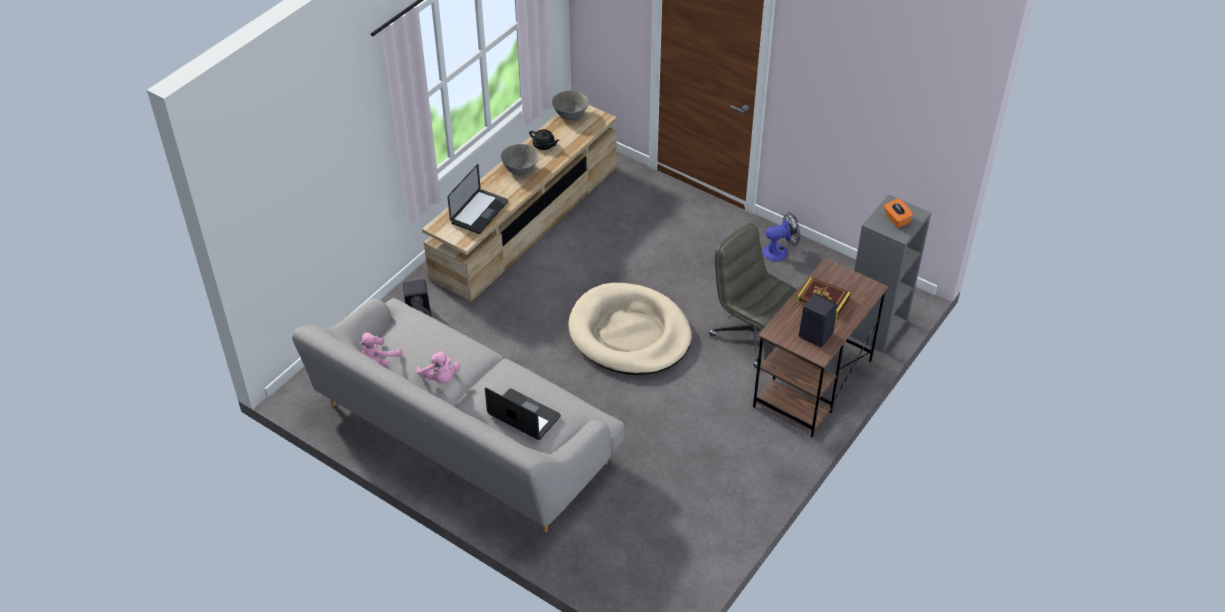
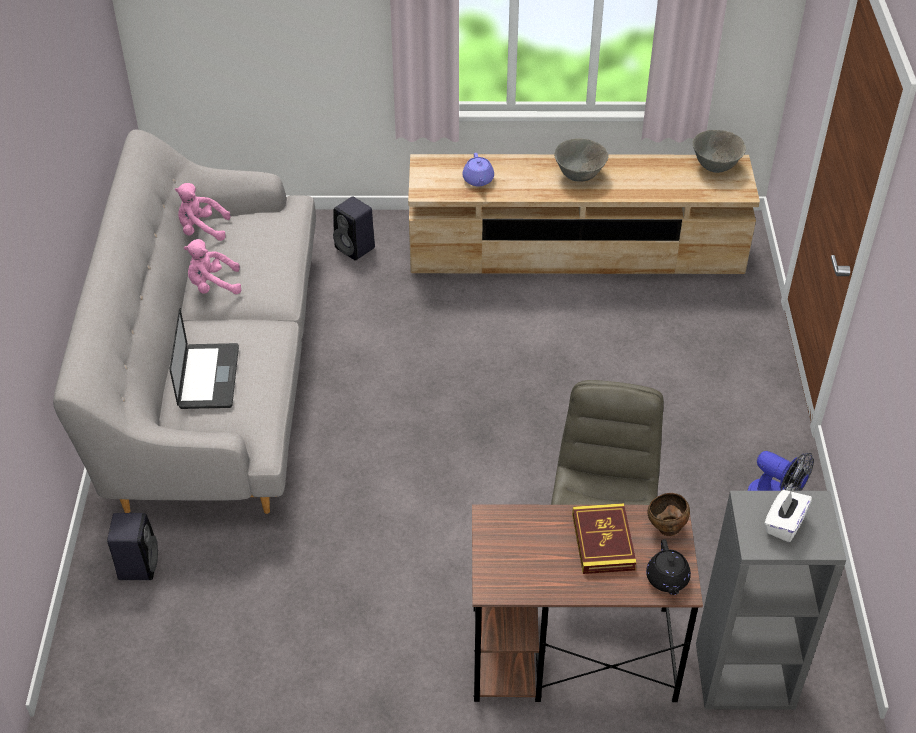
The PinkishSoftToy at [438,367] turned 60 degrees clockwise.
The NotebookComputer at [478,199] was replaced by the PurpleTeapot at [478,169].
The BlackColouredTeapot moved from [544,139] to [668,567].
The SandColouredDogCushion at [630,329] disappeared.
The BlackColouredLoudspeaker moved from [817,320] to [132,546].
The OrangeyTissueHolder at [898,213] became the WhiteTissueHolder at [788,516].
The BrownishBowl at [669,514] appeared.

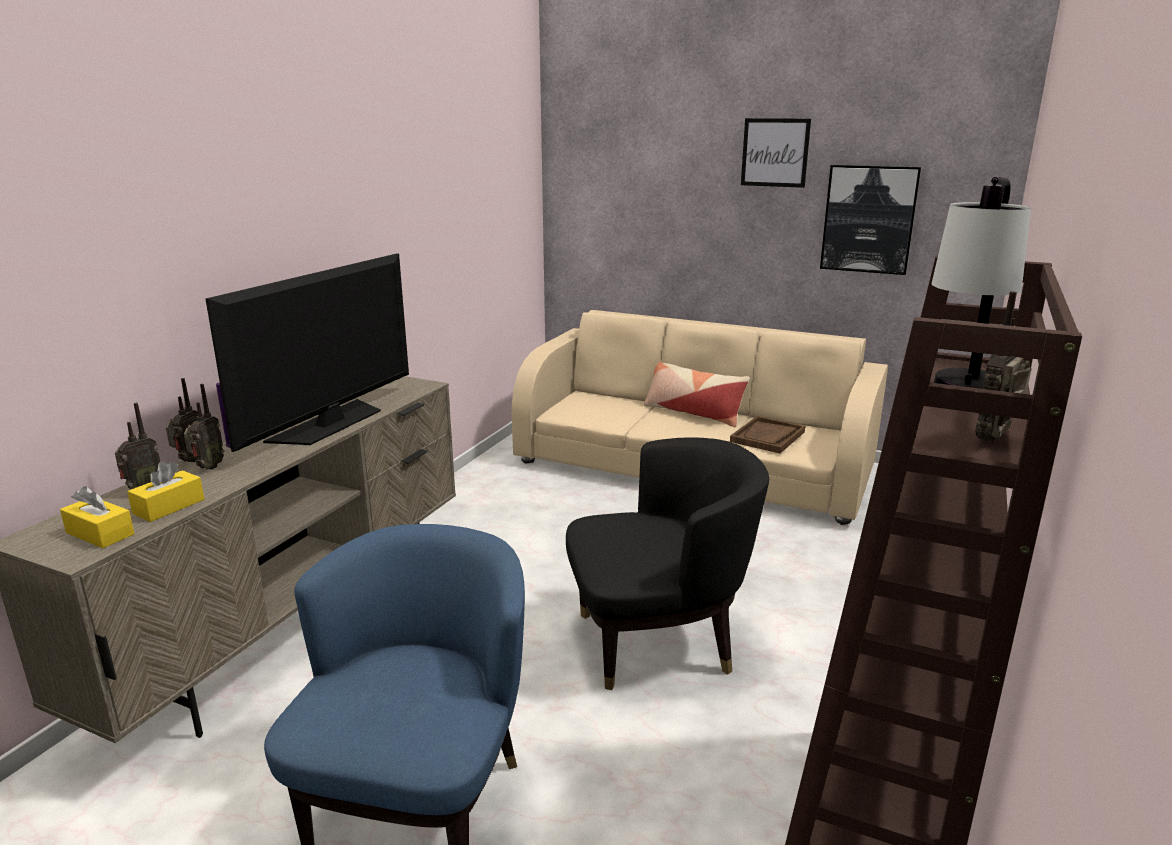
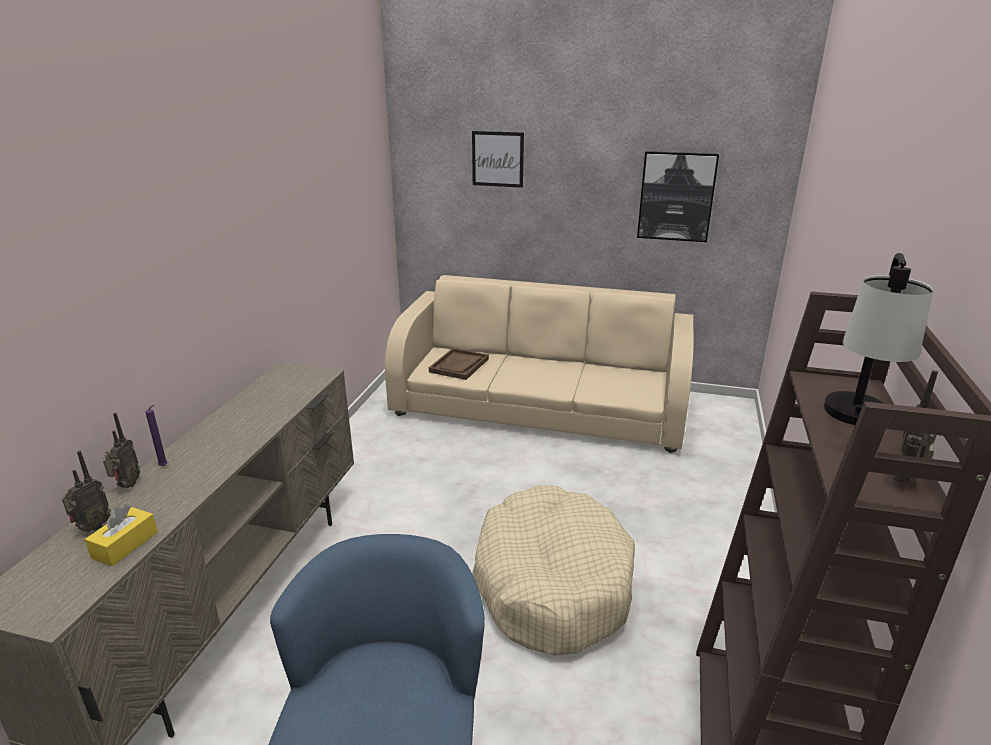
The YellowTissueHolder at [97,517] disappeared.
The RadioReceiver at [204,426] disappeared.
The TvSet at [307,352] disappeared.
The BlackColouredLoungeChair at [667,563] was replaced by the SandColouredDogCushion at [554,570].
The Cushion at [697,394] disappeared.
The BrownishCarryingTray moved from [767,435] to [459,364].
The Picture moved from [776,153] to [498,159].

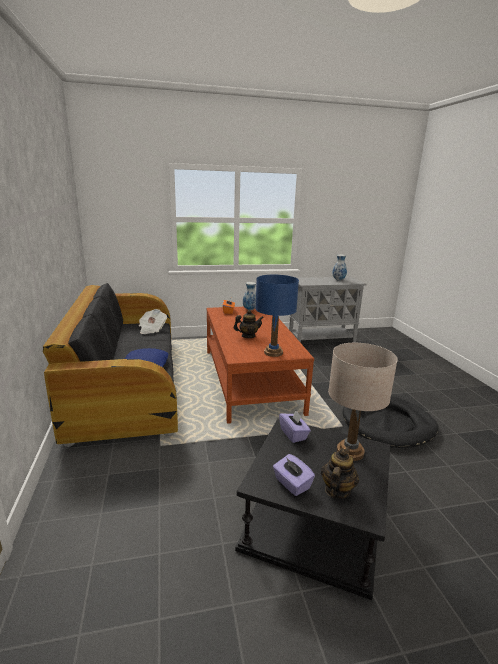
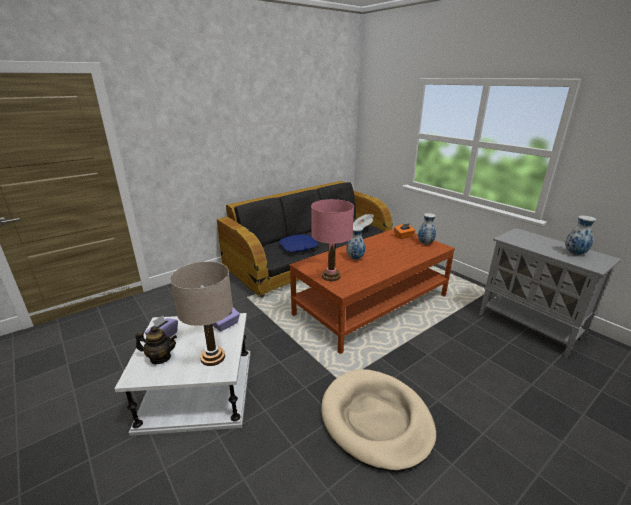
The Teapot at [249,324] was replaced by the Vase at [355,243].
The BlackColouredAccentTable at [312,509] became the WhiteAccentTable at [182,374].
The BluishTabletopLamp at [277,316] became the PinkishTabletopLamp at [332,240].
The BlackColouredDogCushion at [391,422] became the SandColouredDogCushion at [378,420].

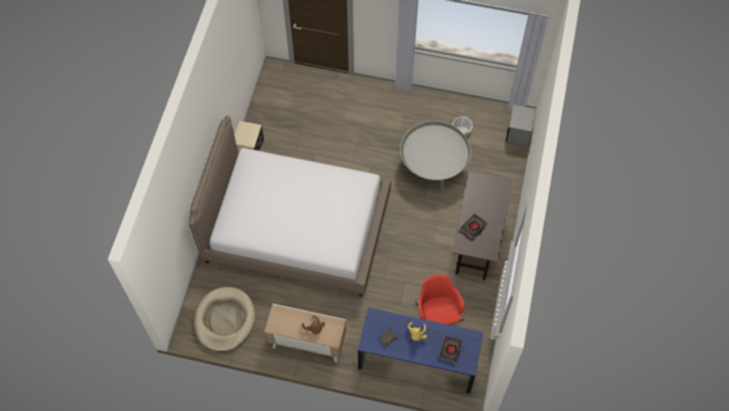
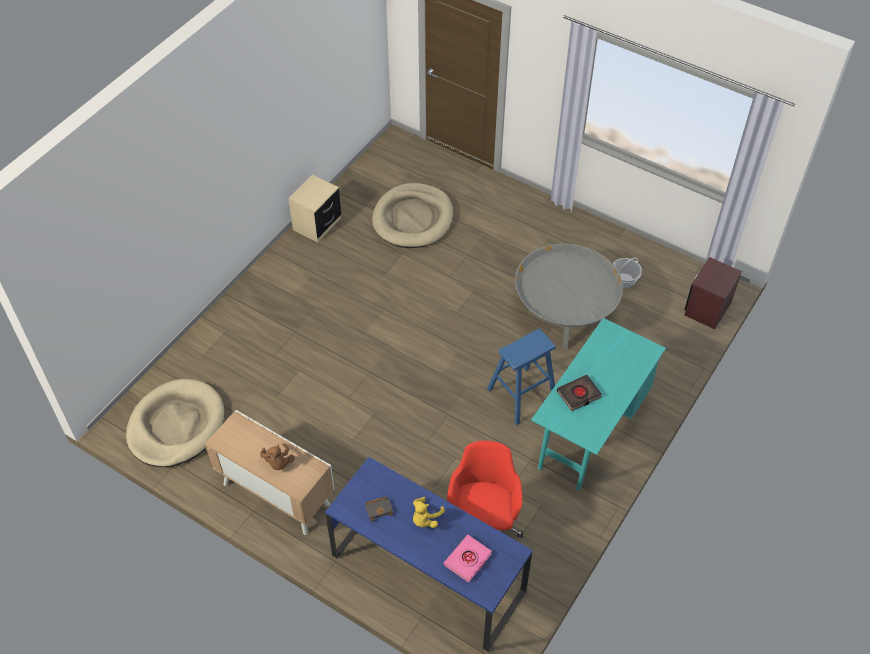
The SleepingBed at [289,206] disappeared.
The BlackColouredBook at [450,349] became the PinkishBook at [468,559].
The BrownishDeskTable at [482,226] became the TurquoiseDeskTable at [598,404].
The GrayNightstand at [521,126] became the BrownishNightstand at [713,293].
The SandColouredDogCushion at [412,215] appeared.
The BluishStool at [521,377] appeared.

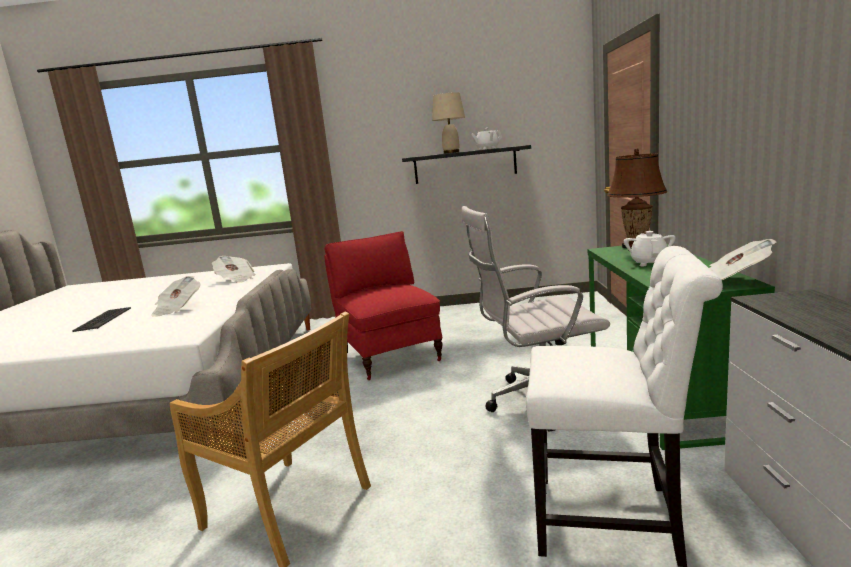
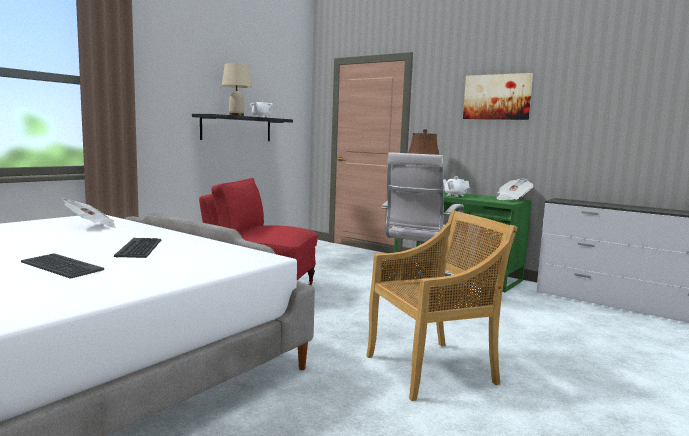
The Newspaper at [175,296] was replaced by the Keyboard at [137,248].
The WhitePlainChair at [624,406] disappeared.
The Picture at [498,96] appeared.

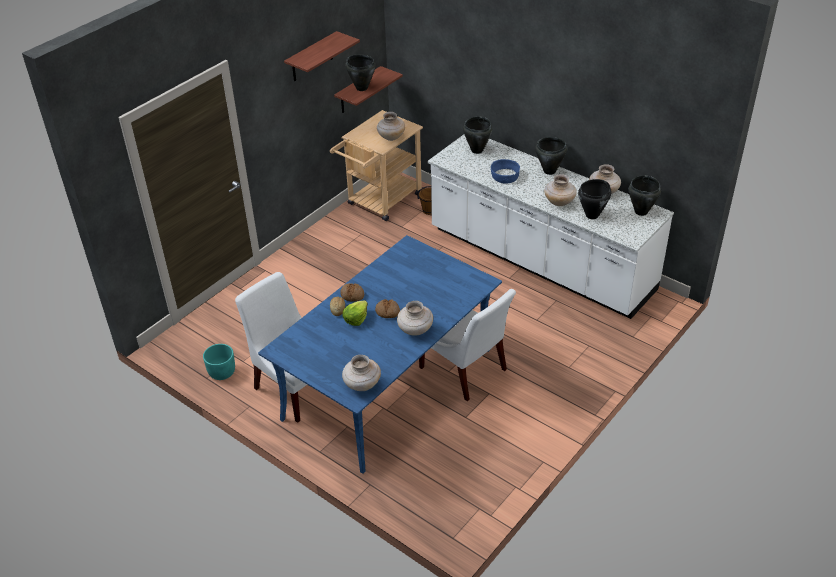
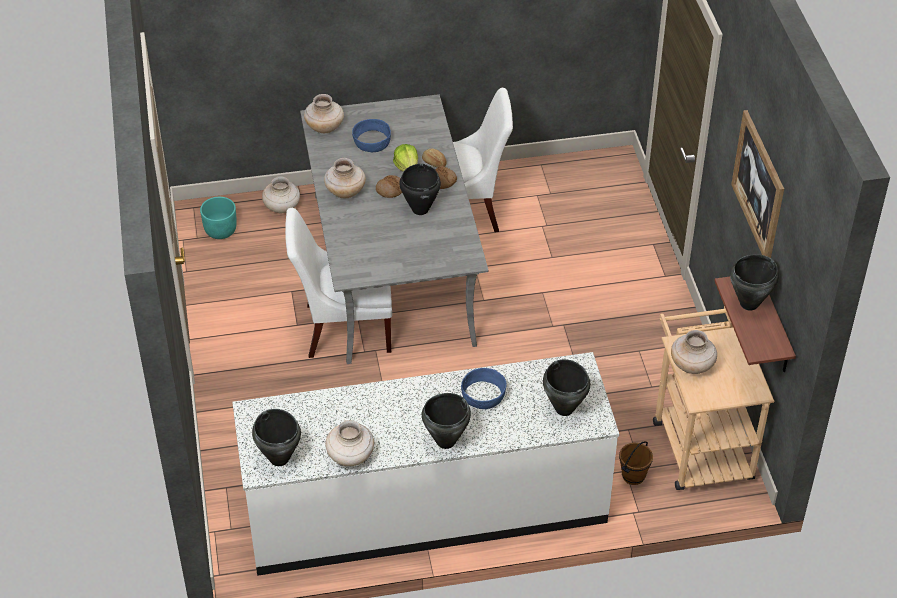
The TurquoisePlantPot moved from [219,362] to [218,218].
The BluishKitchenTable at [380,354] became the GrayKitchenTable at [394,229].
The BracketShelf at [322,56] was replaced by the Picture at [757,184].
The SandColouredVase moved from [560,190] to [281,195].
The BlackColouredCookingPot moved from [594,199] to [420,189].
The BluishBowl at [371,135] appeared.

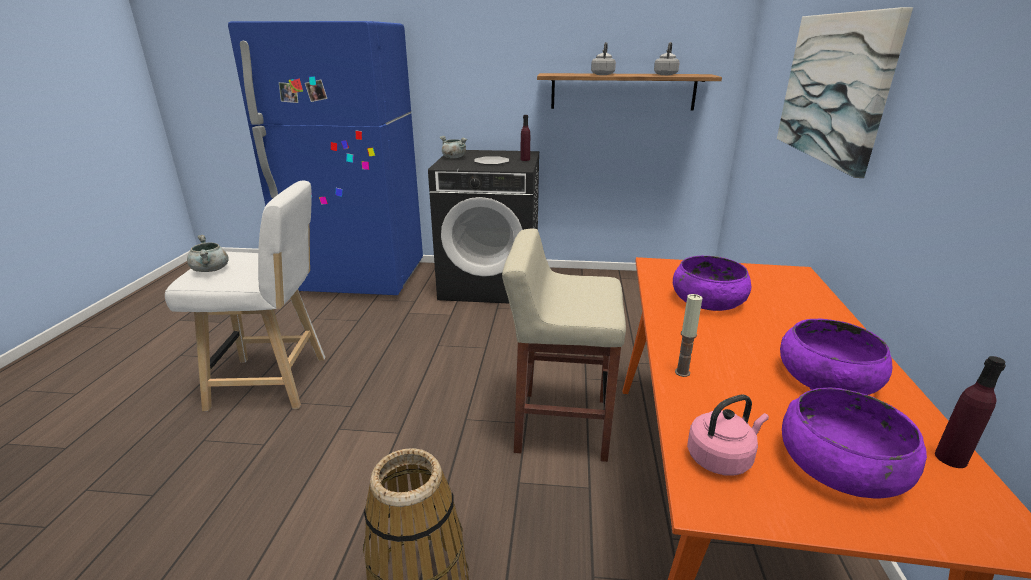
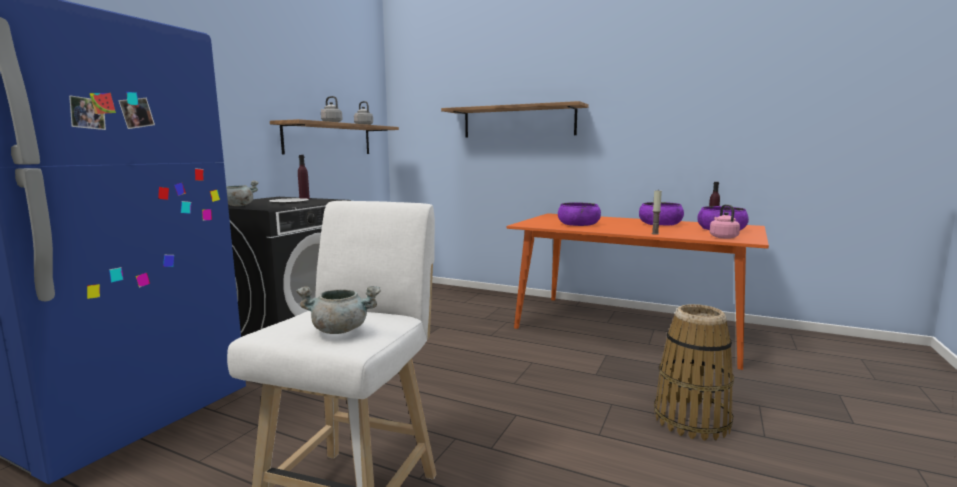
The SandColouredStool at [564,345] disappeared.
The Picture at [845,92] was replaced by the BracketShelf at [515,119].

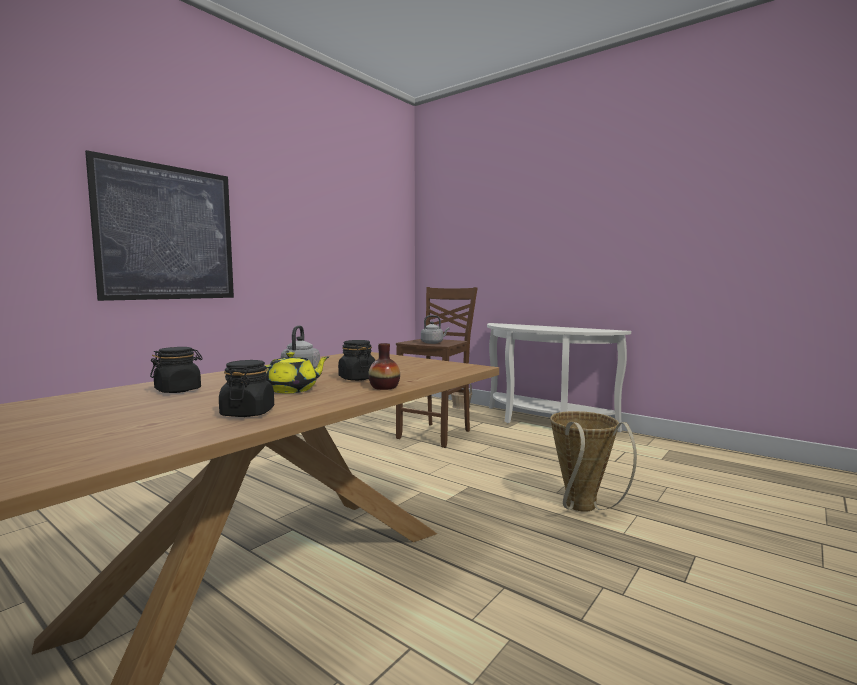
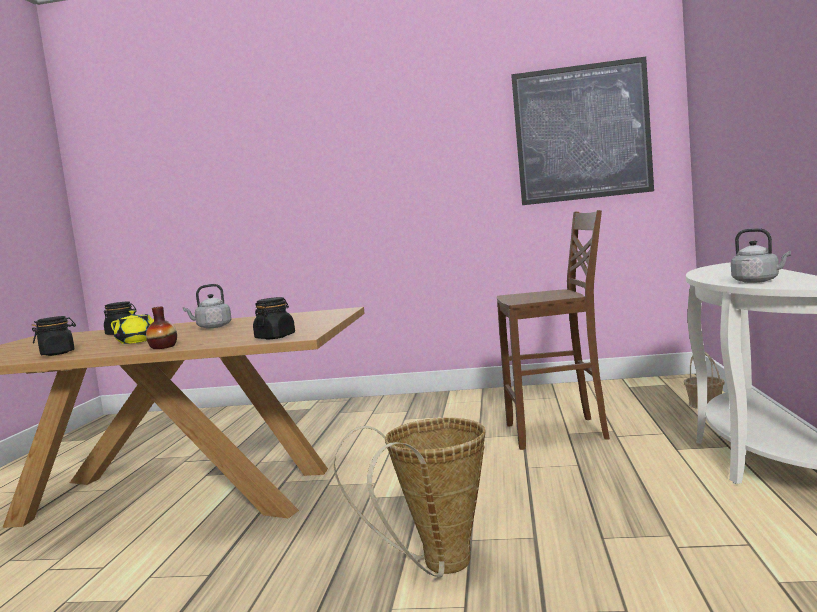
The Picture moved from [159,225] to [582,130].
The BlackColouredJar moved from [356,360] to [274,318].
The GrayKettle moved from [435,329] to [761,255].

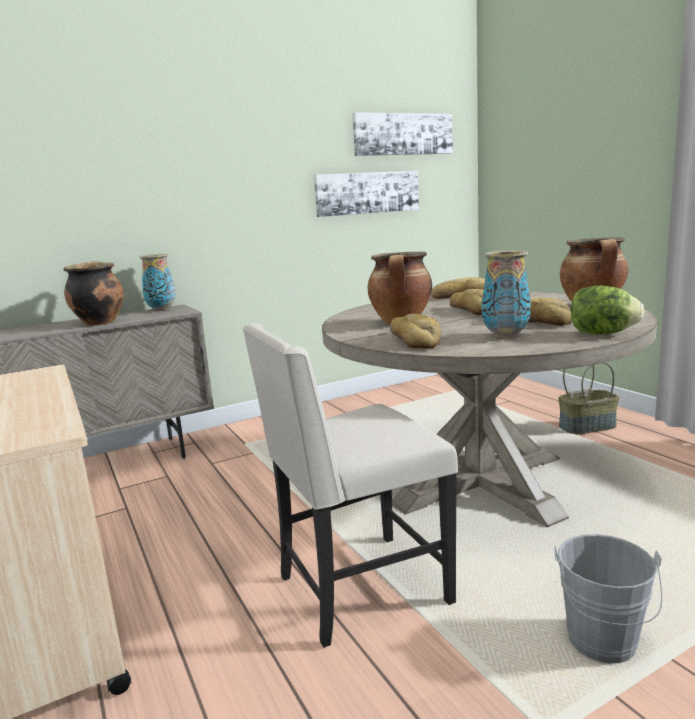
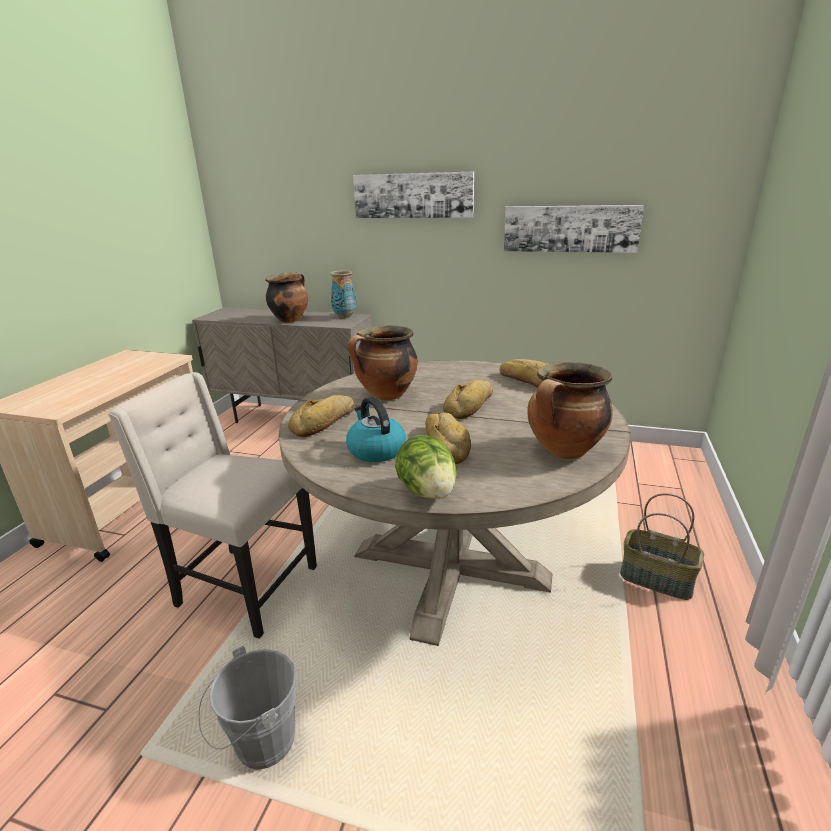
The Picture moved from [402,134] to [413,195].
The Vase at [506,294] was replaced by the Kettle at [376,429].

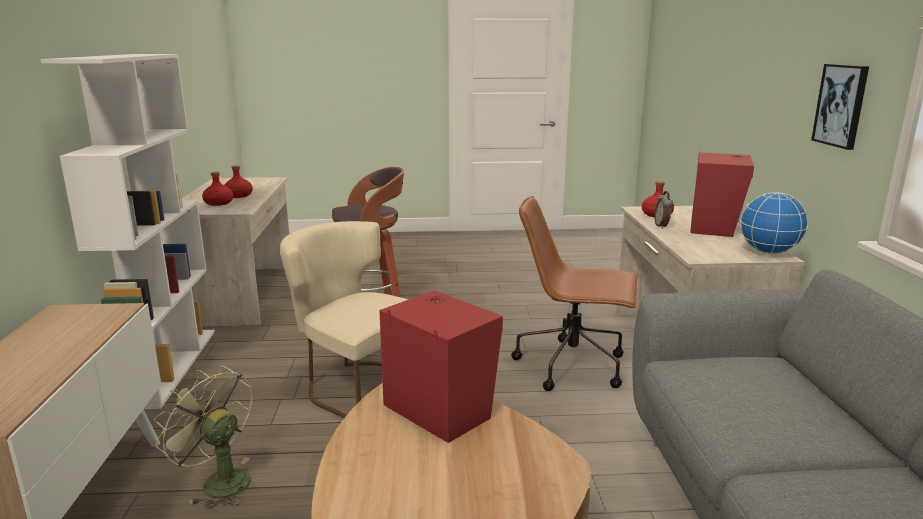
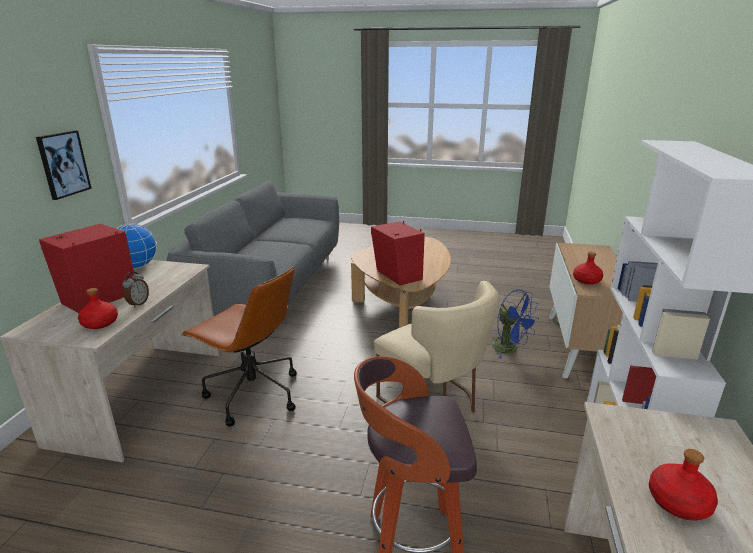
The GreenCoolingFan at [203,437] became the BluishCoolingFan at [515,324].
The RedColouredBottle moved from [217,189] to [588,268].

